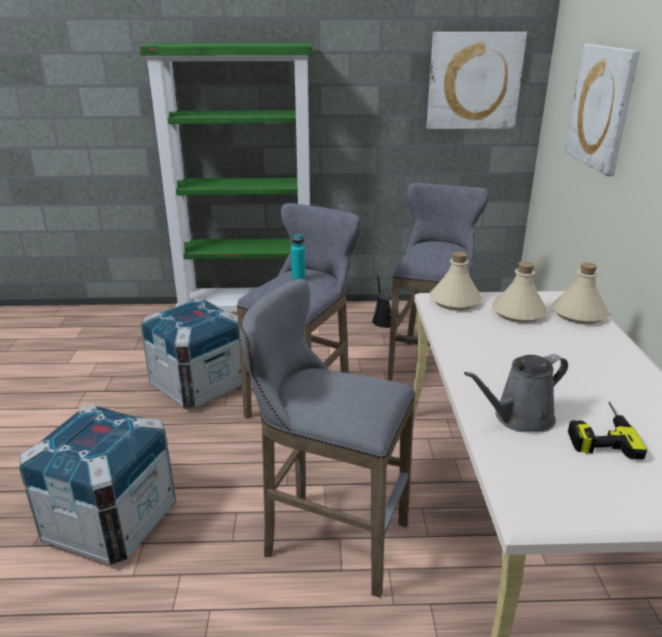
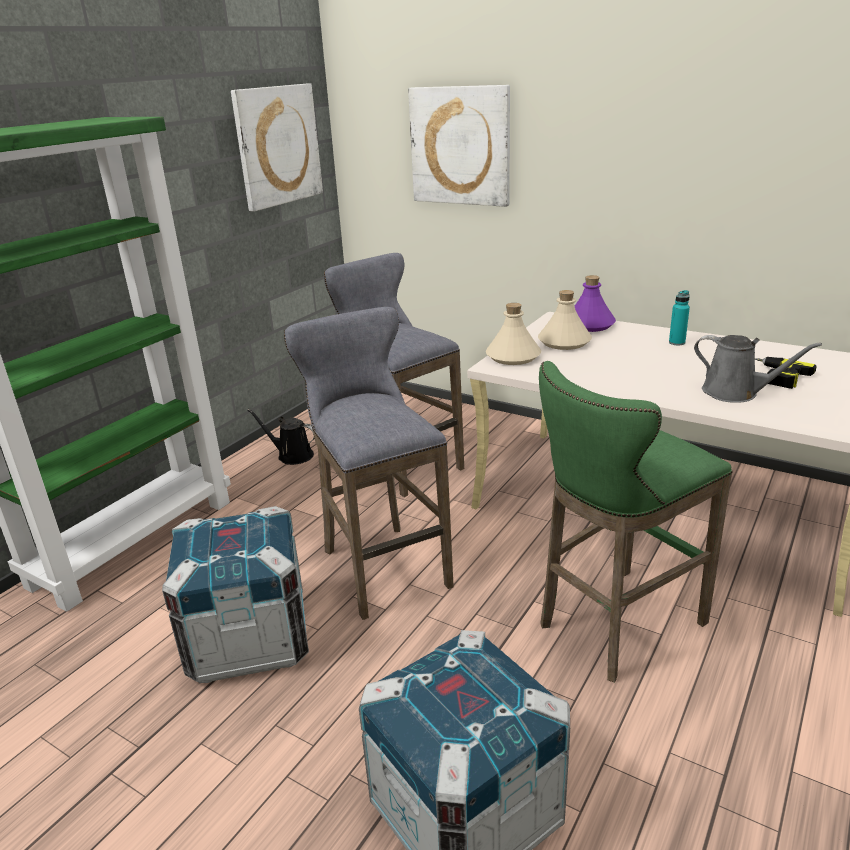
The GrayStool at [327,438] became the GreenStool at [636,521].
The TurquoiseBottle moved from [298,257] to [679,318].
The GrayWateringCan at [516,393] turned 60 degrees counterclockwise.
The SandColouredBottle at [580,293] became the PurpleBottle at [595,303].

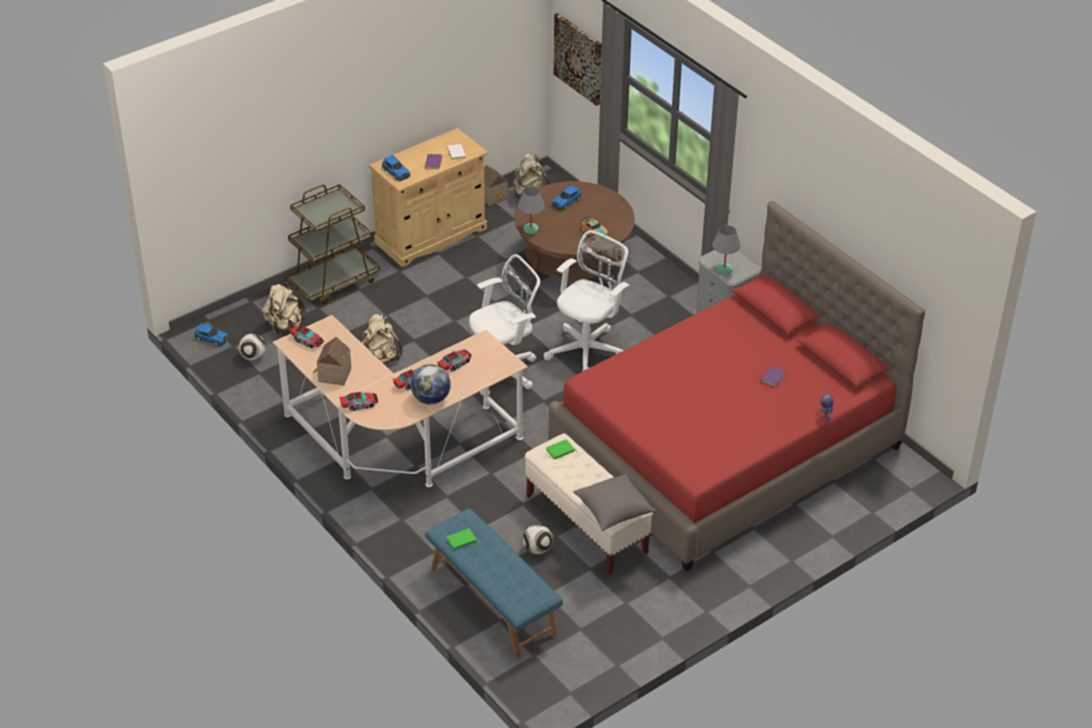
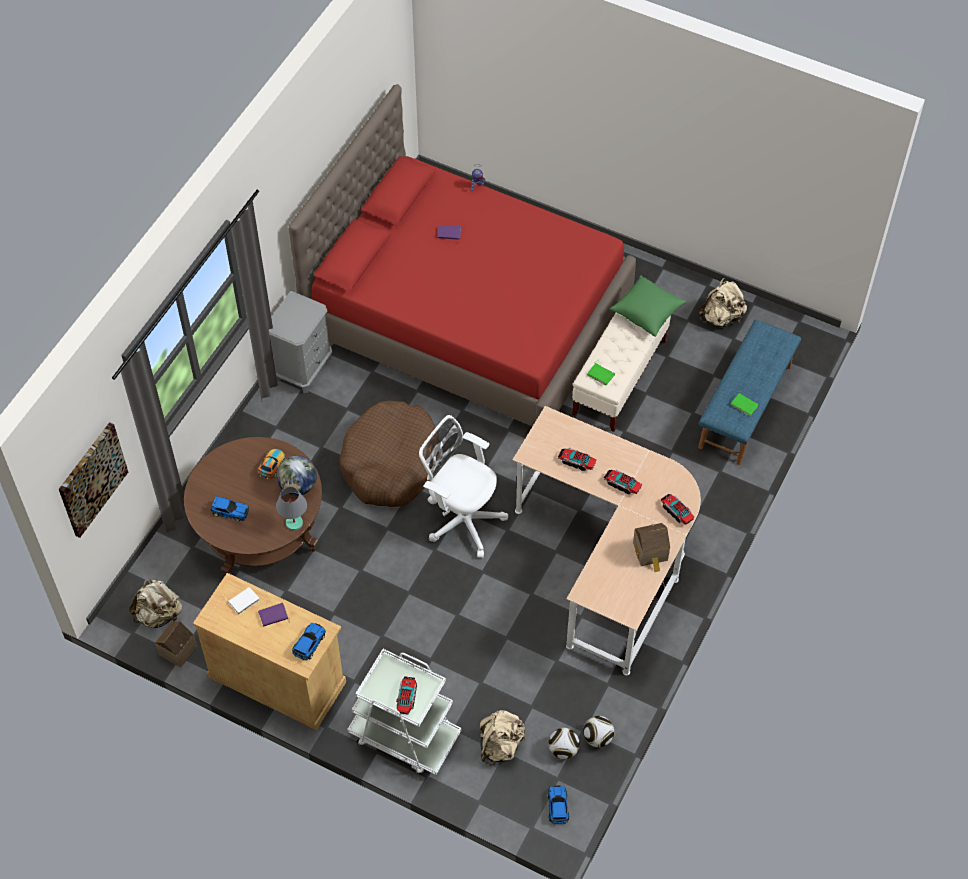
The BrownishCart at [332,244] became the WhiteCart at [404,712].
The ToyLorry moved from [307,336] to [406,695].
The SandColouredBackpack moved from [382,339] to [723,302].
The DeskGlobe moved from [430,384] to [297,476].
The Football moved from [538,539] to [598,731].
The WhiteDeskChair at [586,301] was replaced by the BrownishDogCushion at [388,454].
The GrayCushion at [614,502] became the GreenCushion at [648,306].
The GrayTabletopLamp at [726,249] disappeared.

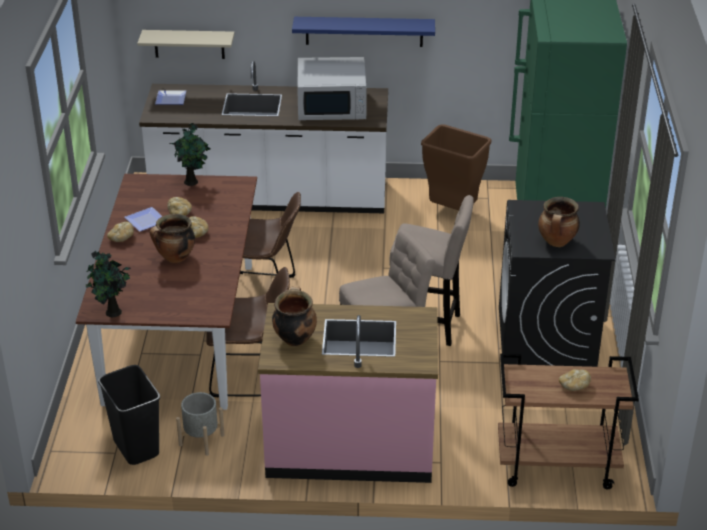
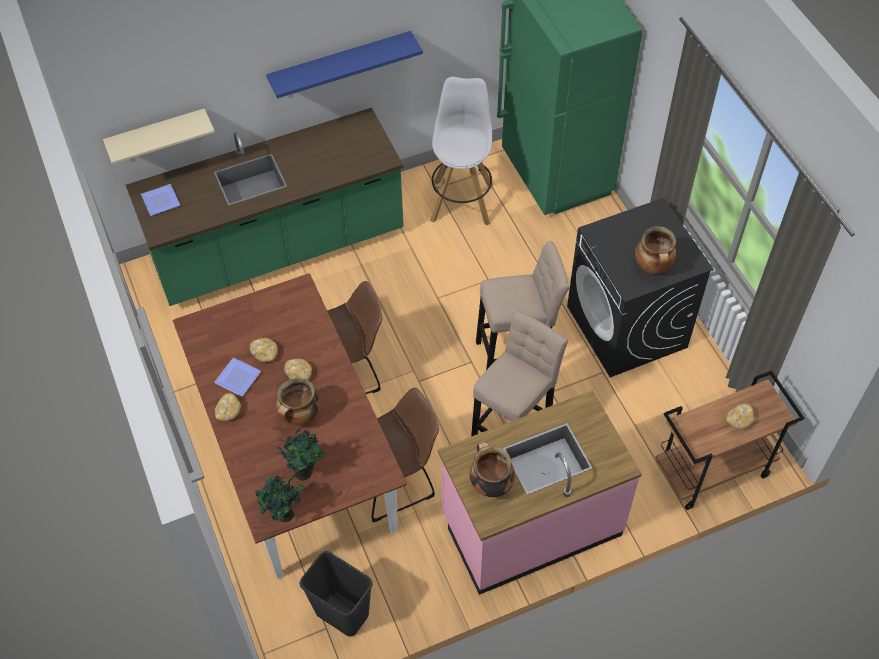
The WhiteCounter at [263,137] became the GreenCounter at [265,207].
The Houseplant moved from [190,154] to [299,454].
The GrayPlantPot at [200,424] disappeared.
The WhiteMicrowaveOven at [332,88] disappeared.
The BrownishWasteBin at [456,167] was replaced by the WhiteStool at [461,151].

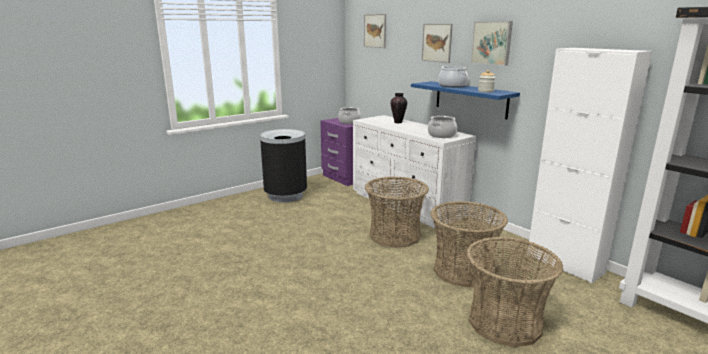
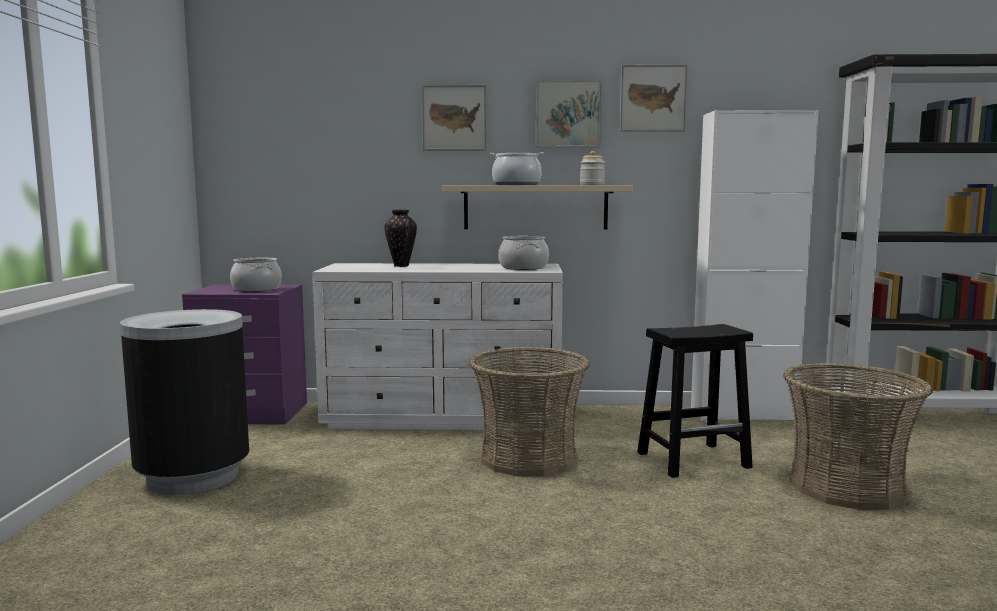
The Picture moved from [375,31] to [653,98].
The BluishBracketShelf at [465,100] became the SandColouredBracketShelf at [538,207].
The HouseholdBasket at [469,244] was replaced by the BlackColouredStool at [695,401].

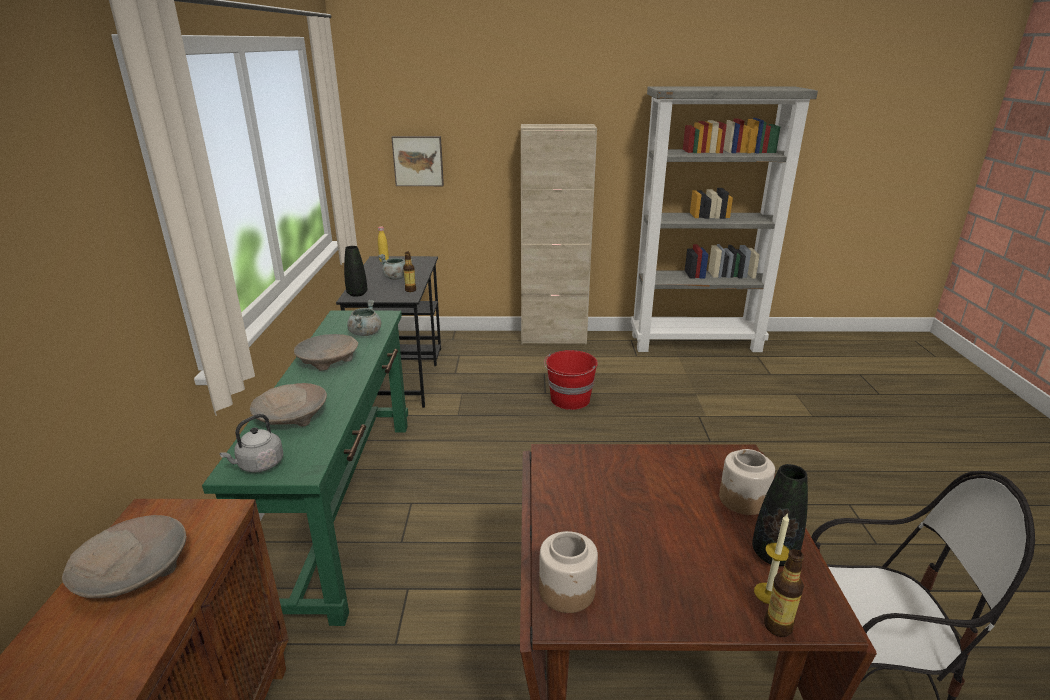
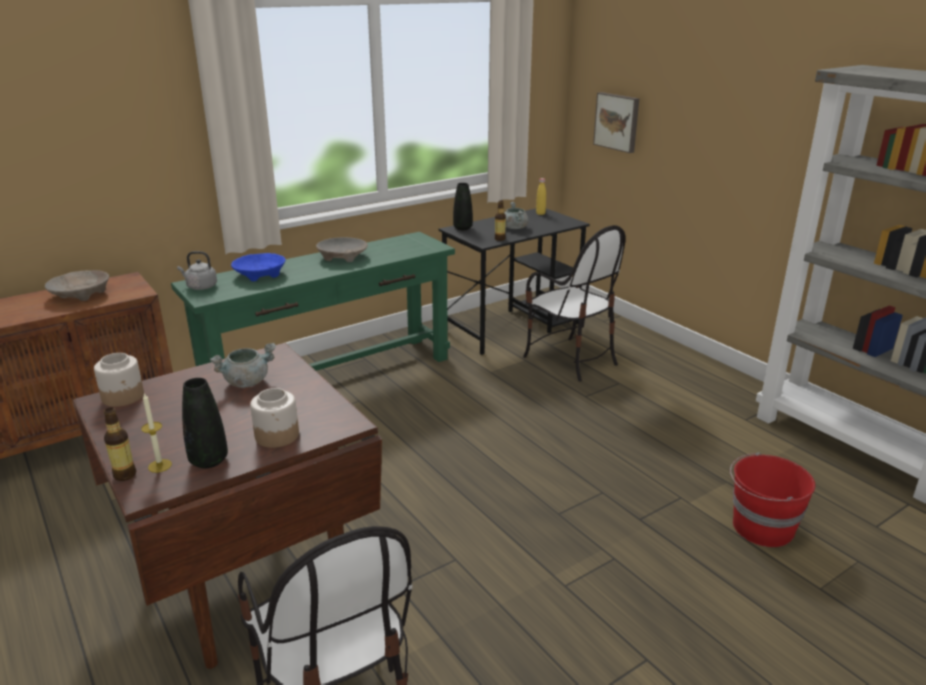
The SandColouredBowl at [288,405] became the BluishBowl at [258,267].
The GrayCookingPot moved from [364,318] to [243,365].
The SandColouredStorageCabinet at [559,234] disappeared.
The RedColouredPail moved from [571,380] to [772,499].
The PlainChair at [574,303] appeared.

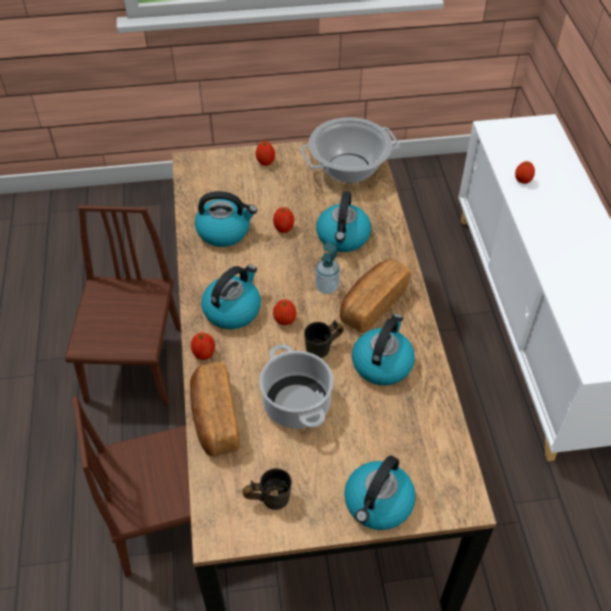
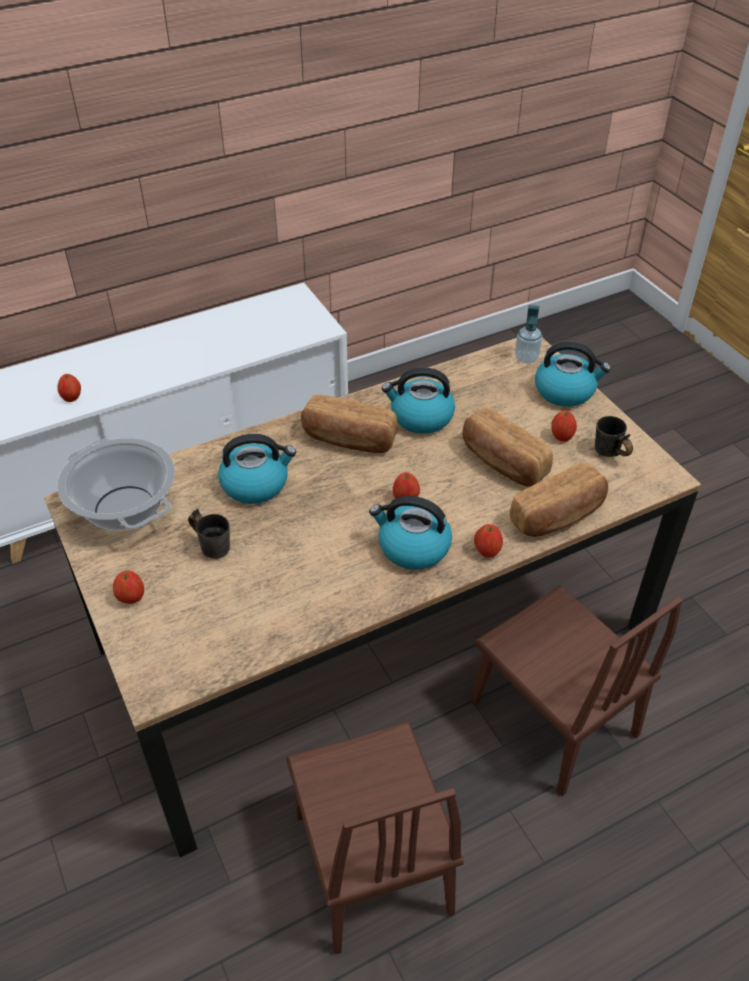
The BrownishPlainChair at [123,305] turned 90 degrees counterclockwise.
The Kettle at [226,219] disappeared.
The CookingPot at [296,386] was replaced by the BakeryBread at [507,447].
The AppleFruit moved from [284,220] to [564,426].
The GrayTeaMug moved from [324,339] to [209,534].
The SoapDispenser moved from [327,268] to [528,334].

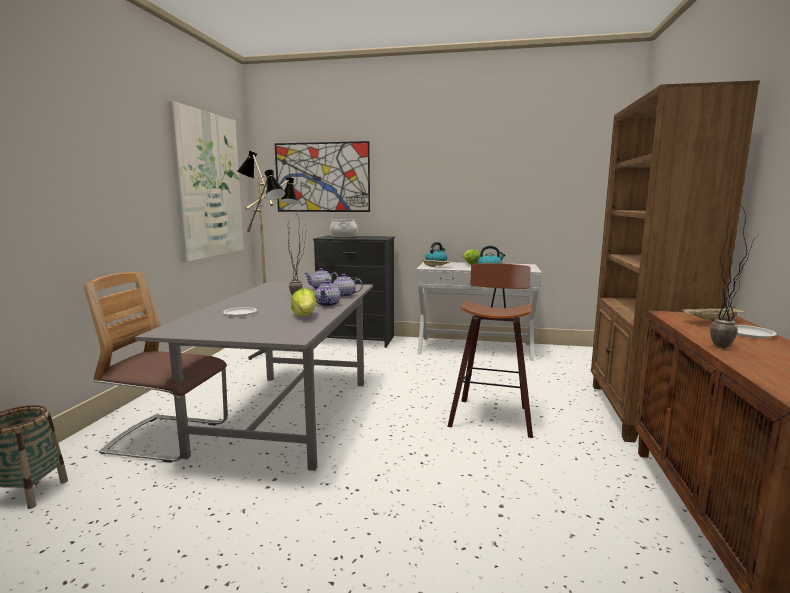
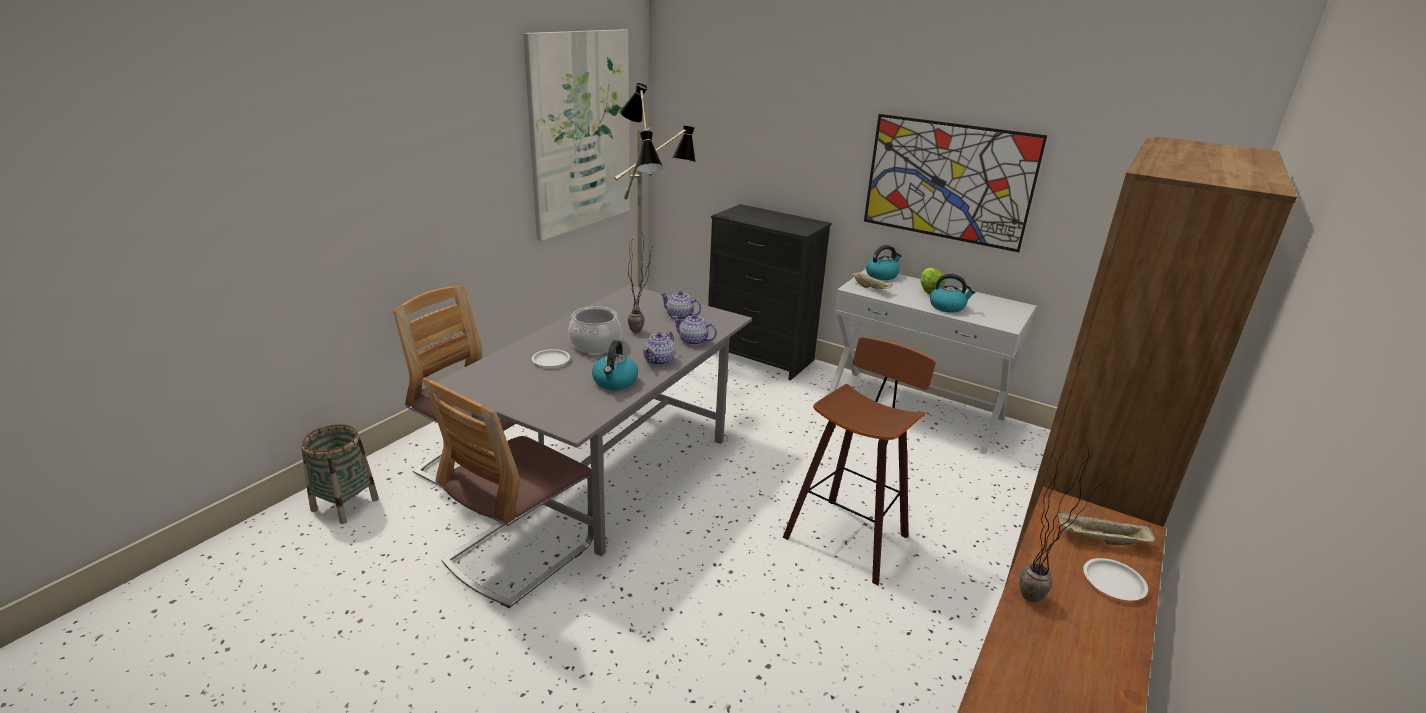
The Picture moved from [322,176] to [955,183].
The LettuceHead at [304,302] was replaced by the Kettle at [615,365].
The CookingPot moved from [344,228] to [595,329].
The PlainChair at [508,492] appeared.

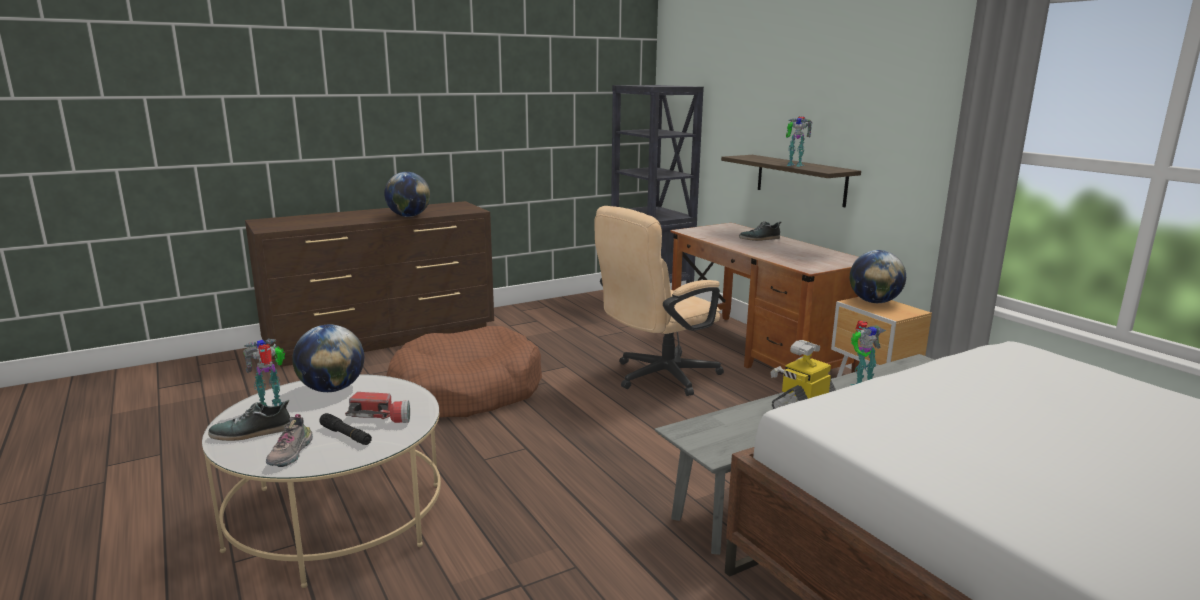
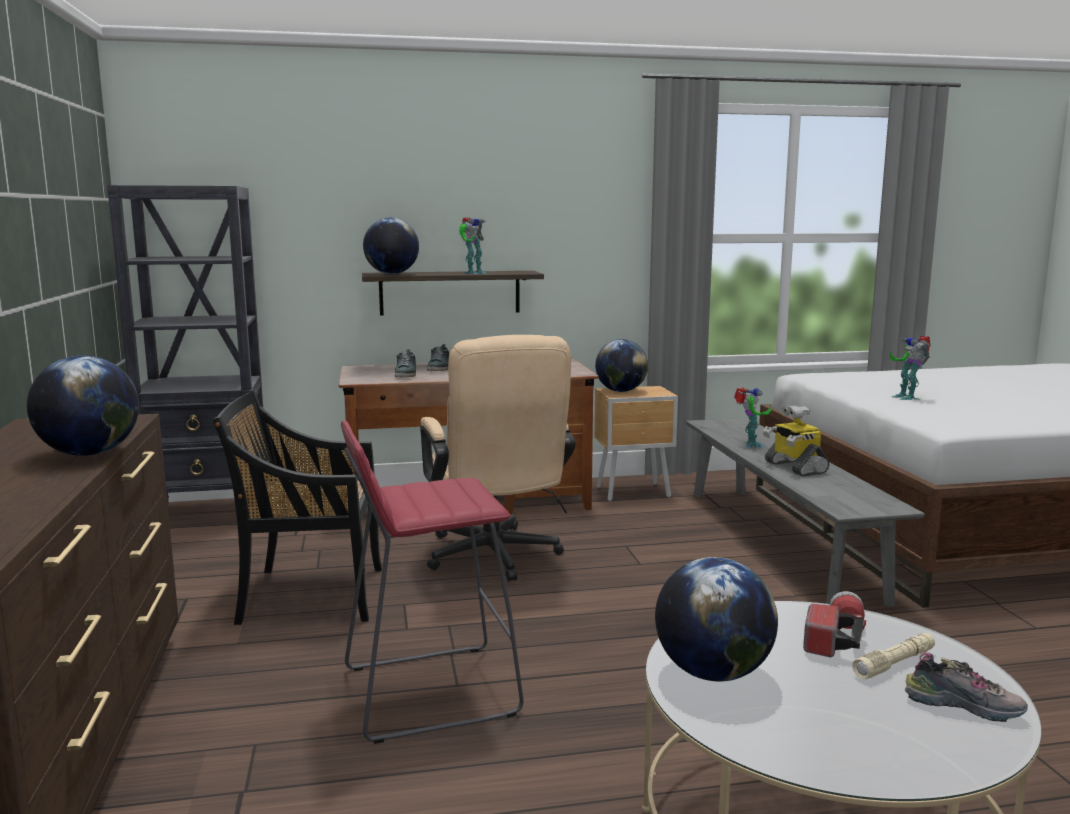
The ItemOfFootwear moved from [249,420] to [405,363].
The RobotFigure moved from [264,372] to [910,368].
The BlackColouredTorch at [345,429] became the SandColouredTorch at [893,656].
The BrownishDogCushion at [464,371] was replaced by the RedColouredStool at [432,582].
The BlackColouredPlainChair at [297,507] appeared.
The DeskGlobe at [391,246] appeared.

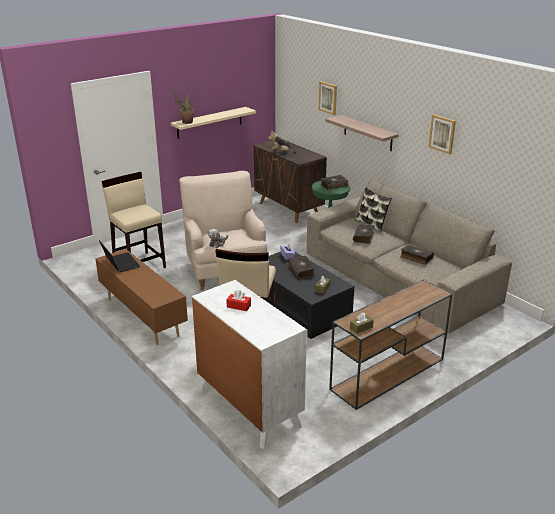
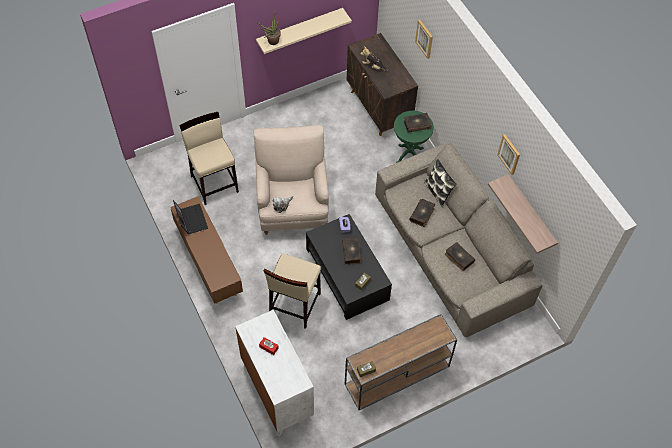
The BracketShelf moved from [362,133] to [523,214].

